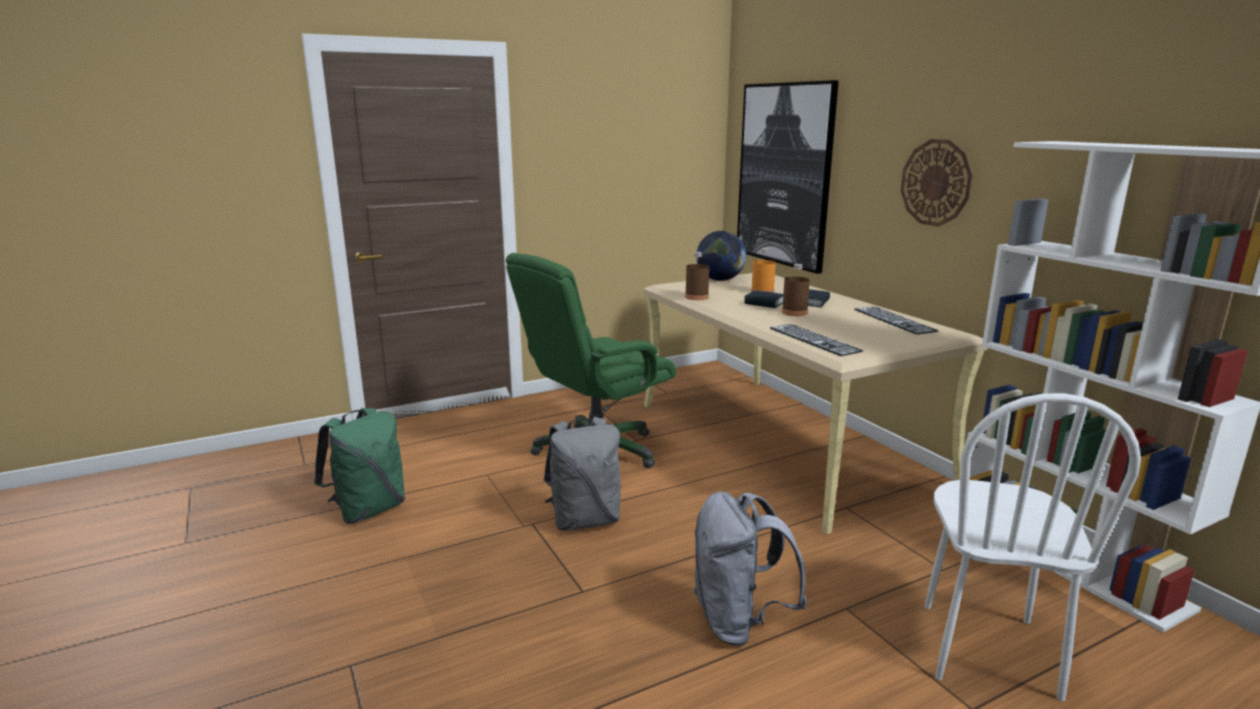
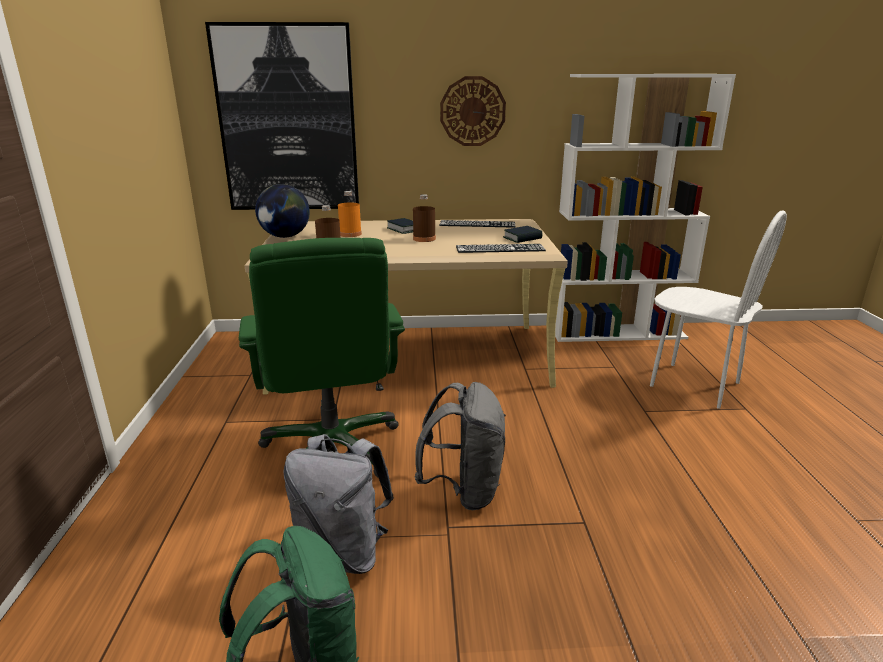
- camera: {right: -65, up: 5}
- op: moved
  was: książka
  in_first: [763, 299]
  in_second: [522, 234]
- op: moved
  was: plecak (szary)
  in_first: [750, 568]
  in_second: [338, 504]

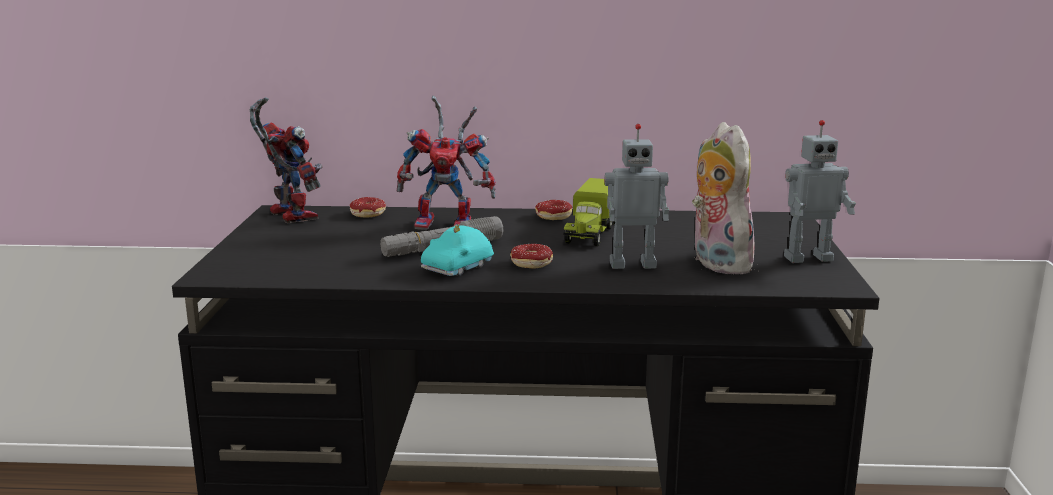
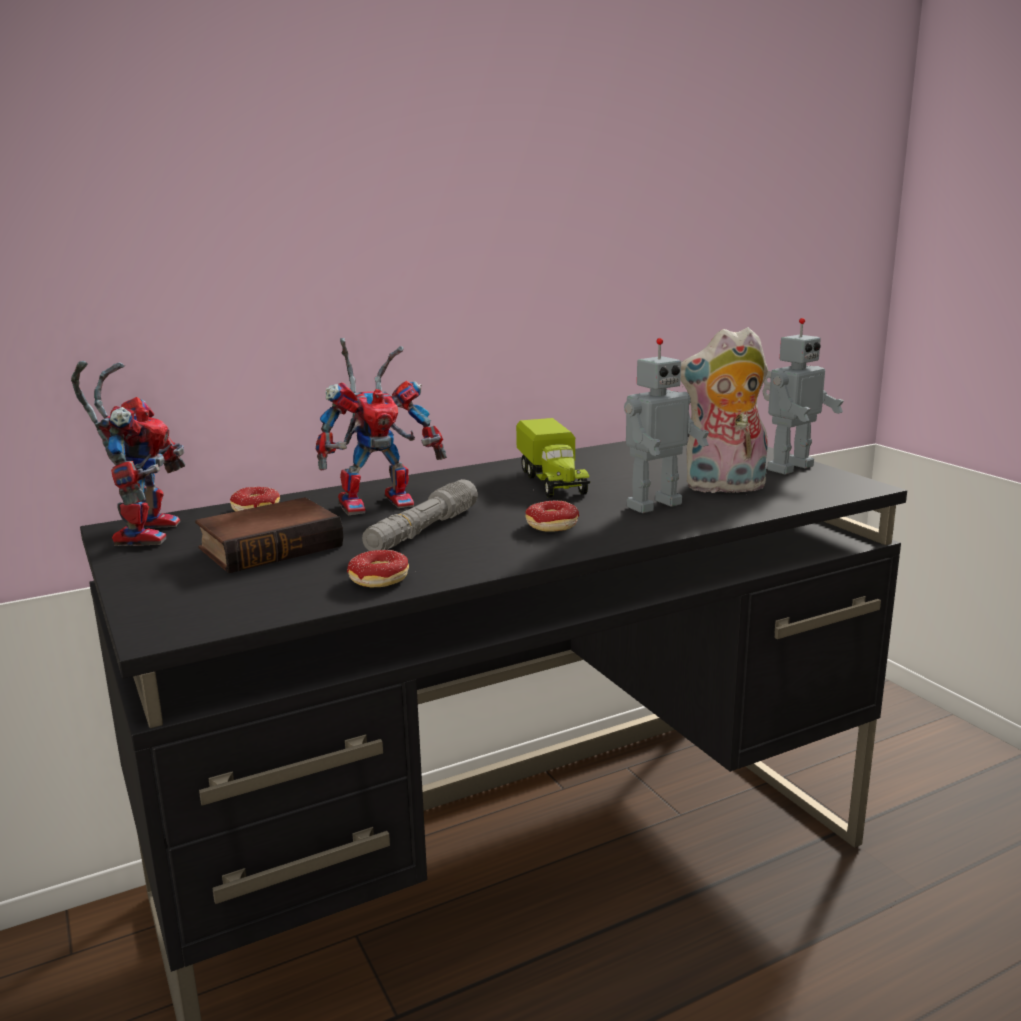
- camera: {right: -30, up: 0}
- op: turned
  was: robot zabawkowy
  in_first: [286, 160]
  in_second: [128, 453]
  clockwise: 60
- op: turned
  was: pluszak
  in_first: [723, 198]
  in_second: [724, 411]
  clockwise: -45
- op: moved
  was: donut
  in_first: [553, 210]
  in_second: [378, 568]
- op: removed
  was: samochodzik (turkusowy)
  in_first: [457, 250]
- op: added
  now: książka
  in_second: [269, 535]

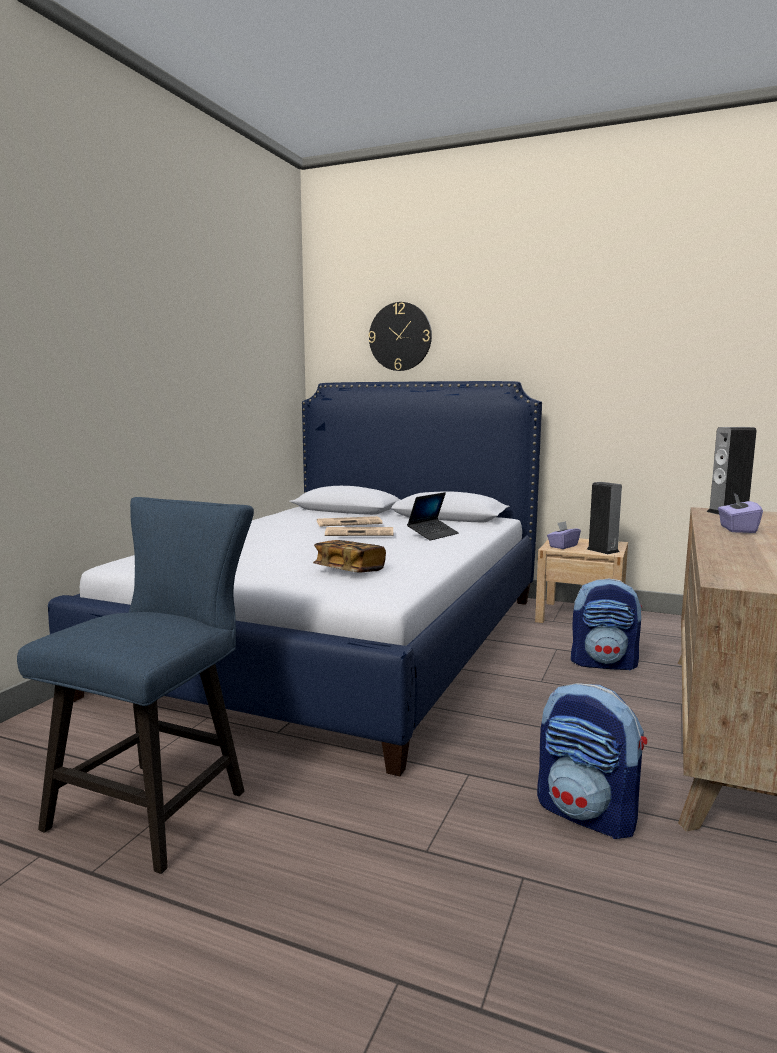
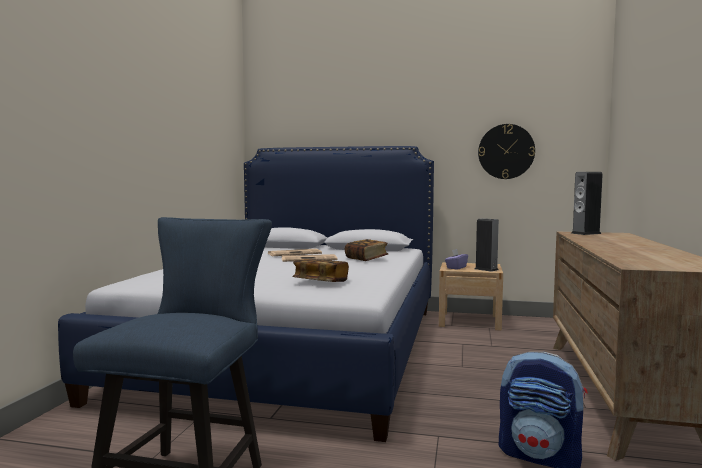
- camera: {right: -10, up: -5}
- op: moved
  was: zegar ścienny
  in_first: [400, 336]
  in_second: [506, 151]
- op: replaced
  was: laptop
  now: książka
  in_first: [433, 516]
  in_second: [366, 250]
- op: removed
  was: pudełko chusteczek (fioletowy)
  in_first: [740, 512]
- op: removed
  was: plecak
  in_first: [606, 625]

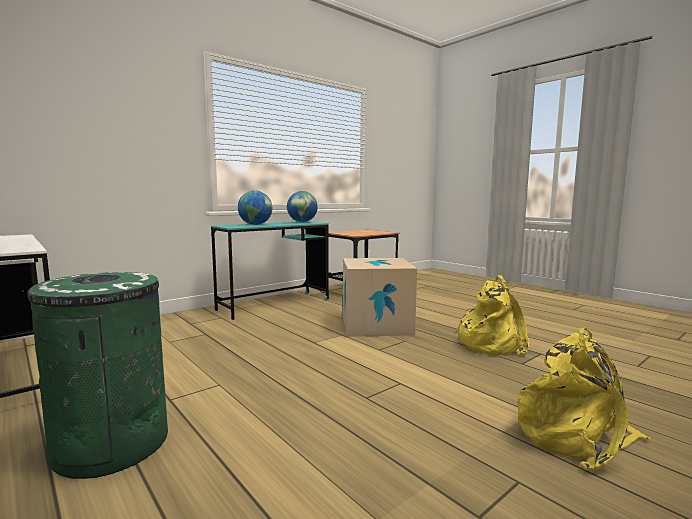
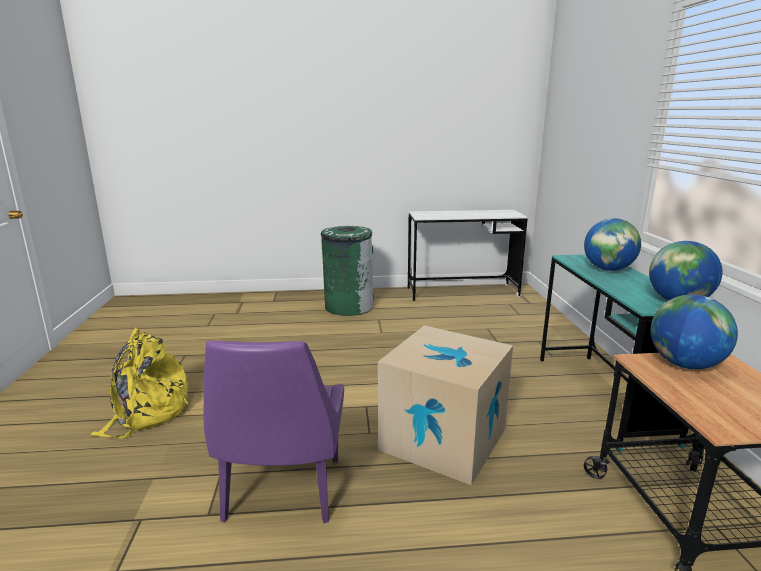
- camera: {right: 125, up: 10}
- op: replaced
  was: plecak (żółty)
  now: krzesło (fioletowy)
  in_first: [491, 315]
  in_second: [274, 432]
- op: added
  now: globus
  in_second: [694, 331]

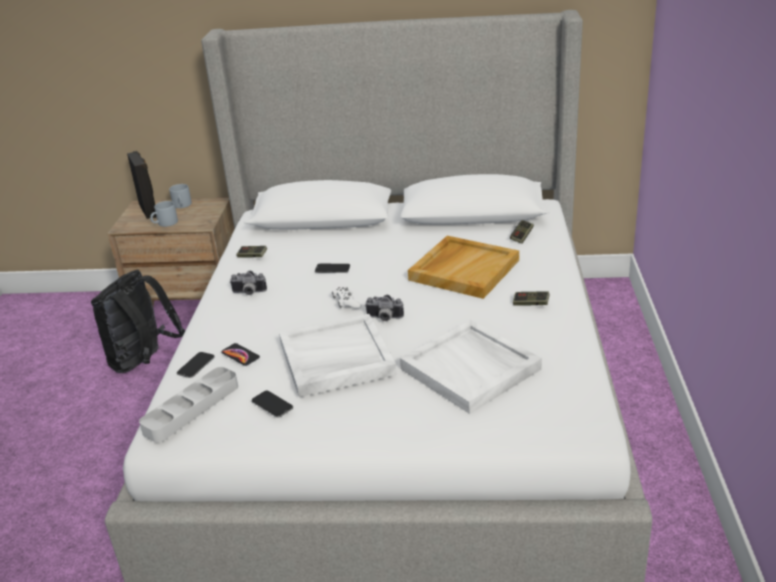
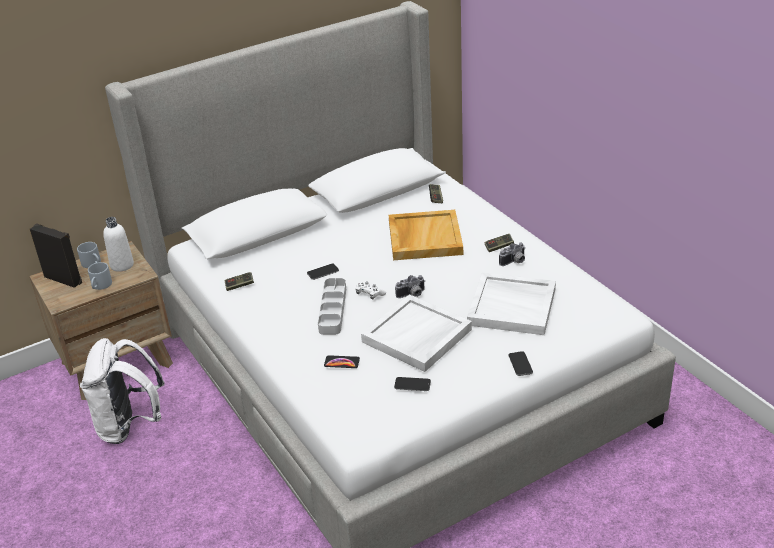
- camera: {right: -35, up: 5}
- op: recoloured
  was: plecak (czarny)
  now: plecak (biały)
  in_first: [138, 321]
  in_second: [122, 391]
- op: moved
  was: aparat fotograficzny
  in_first: [248, 283]
  in_second: [512, 254]
- op: moved
  was: telefon
  in_first: [195, 365]
  in_second: [521, 363]
- op: moved
  was: taca (szary)
  in_first: [188, 404]
  in_second: [332, 306]
- op: added
  now: butelka (biały)
  in_second: [118, 244]

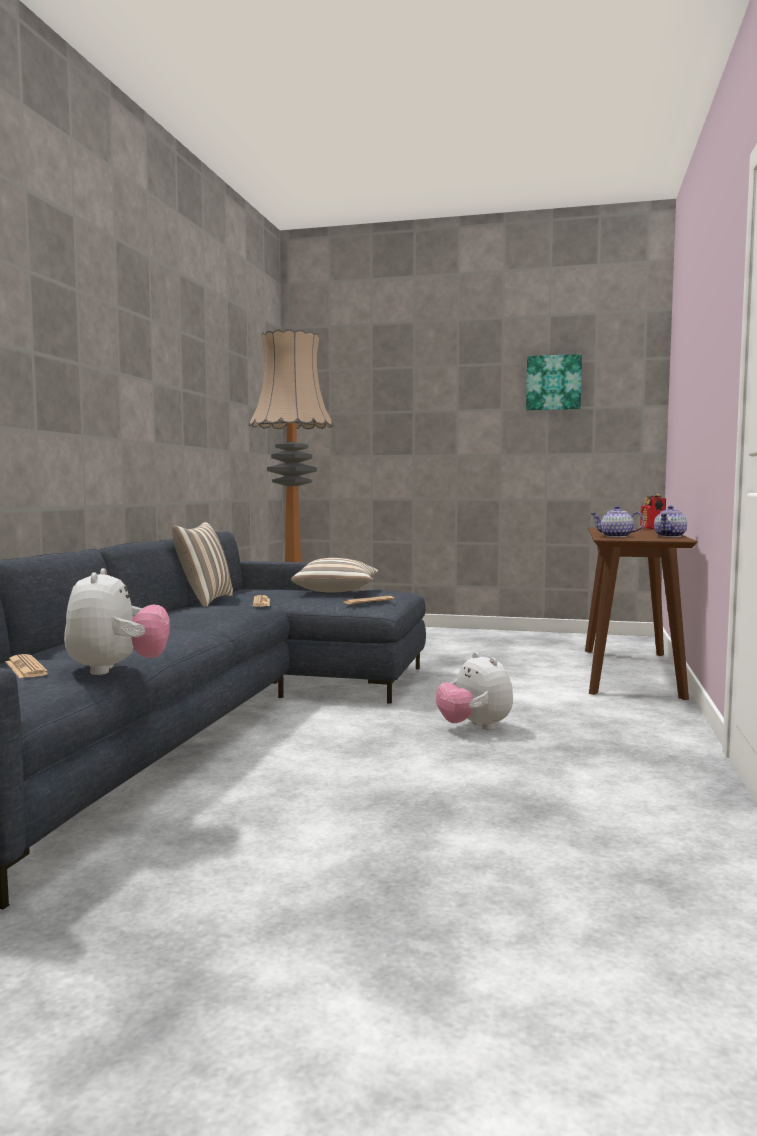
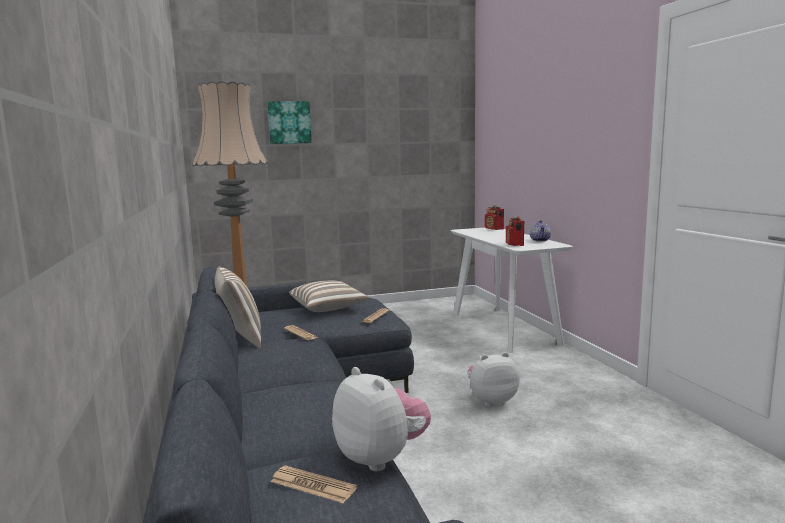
- camera: {right: -30, up: 5}
- op: moved
  was: obraz
  in_first: [554, 382]
  in_second: [289, 122]
- op: replaced
  was: imbryk
  now: radio
  in_first: [617, 521]
  in_second: [515, 231]
- op: recoloured
  was: stolik konsolowy (brązowy)
  now: stolik konsolowy (biały)
  in_first: [641, 613]
  in_second: [512, 290]
- op: turned
  was: pluszak
  in_first: [474, 691]
  in_second: [493, 379]
  clockwise: 135

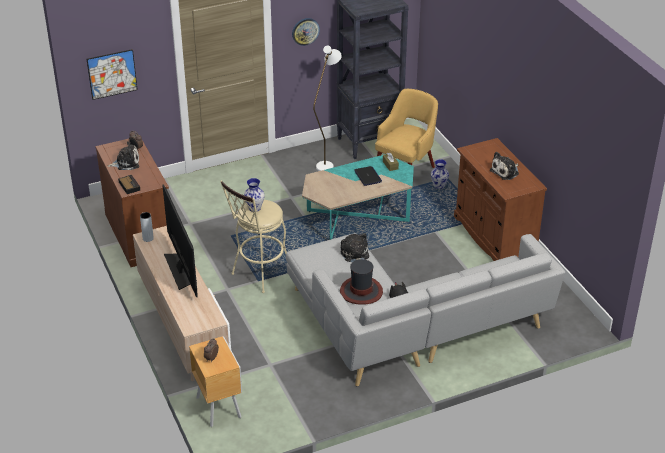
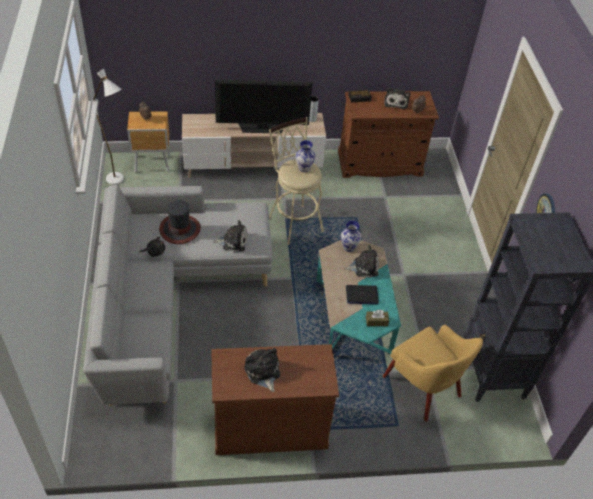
- camera: {right: 105, up: 10}
- op: moved
  was: lampa stojąca (biały)
  in_first: [327, 108]
  in_second: [108, 127]
- op: removed
  was: obraz
  in_first: [112, 74]
- op: moved
  was: wazon
  in_first: [440, 174]
  in_second: [351, 236]
- op: added
  now: pluszak
  in_second: [362, 261]

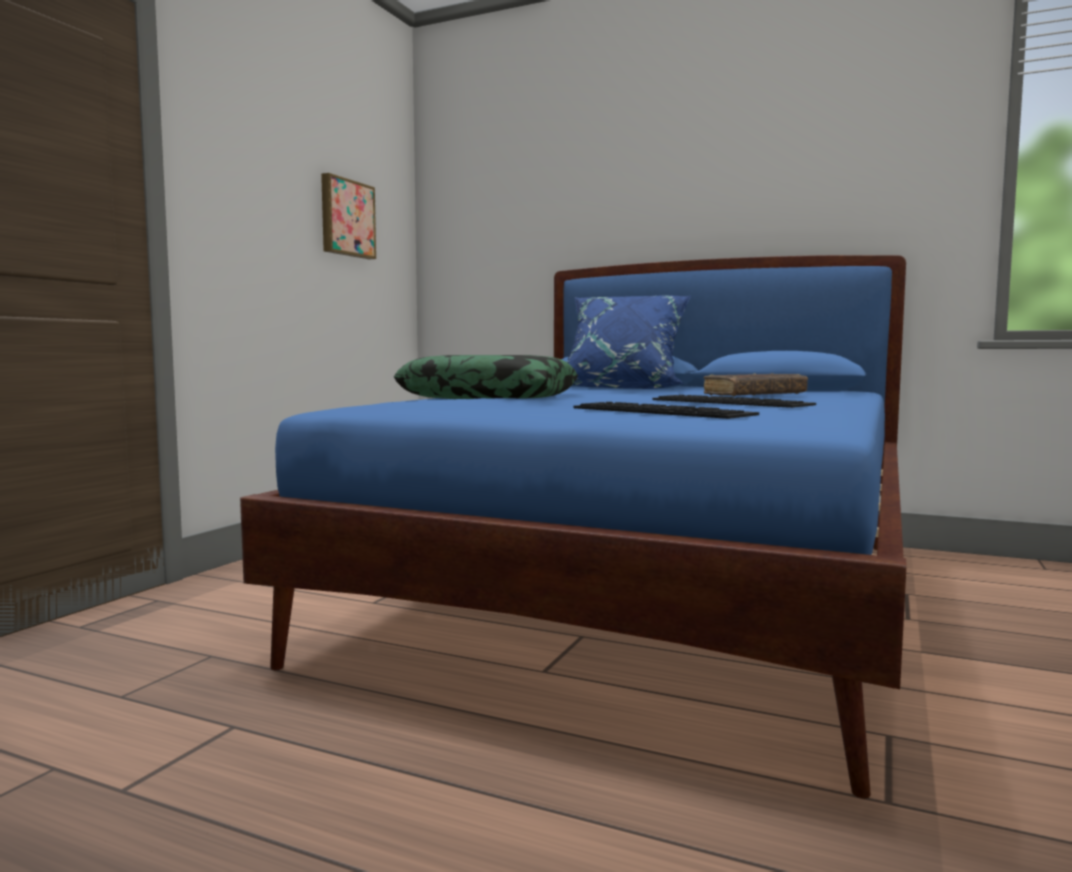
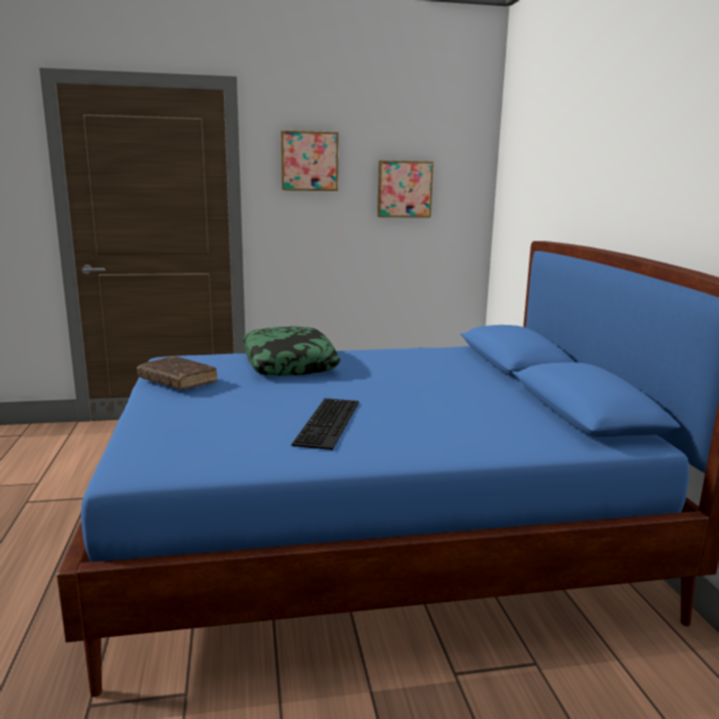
- camera: {right: 55, up: 10}
- op: removed
  was: poduszka (niebieski)
  in_first: [629, 342]
- op: moved
  was: książka (brązowy)
  in_first: [756, 384]
  in_second: [177, 373]
- op: removed
  was: klawiatura
  in_first: [666, 410]
- op: added
  now: obraz
  in_second: [309, 160]

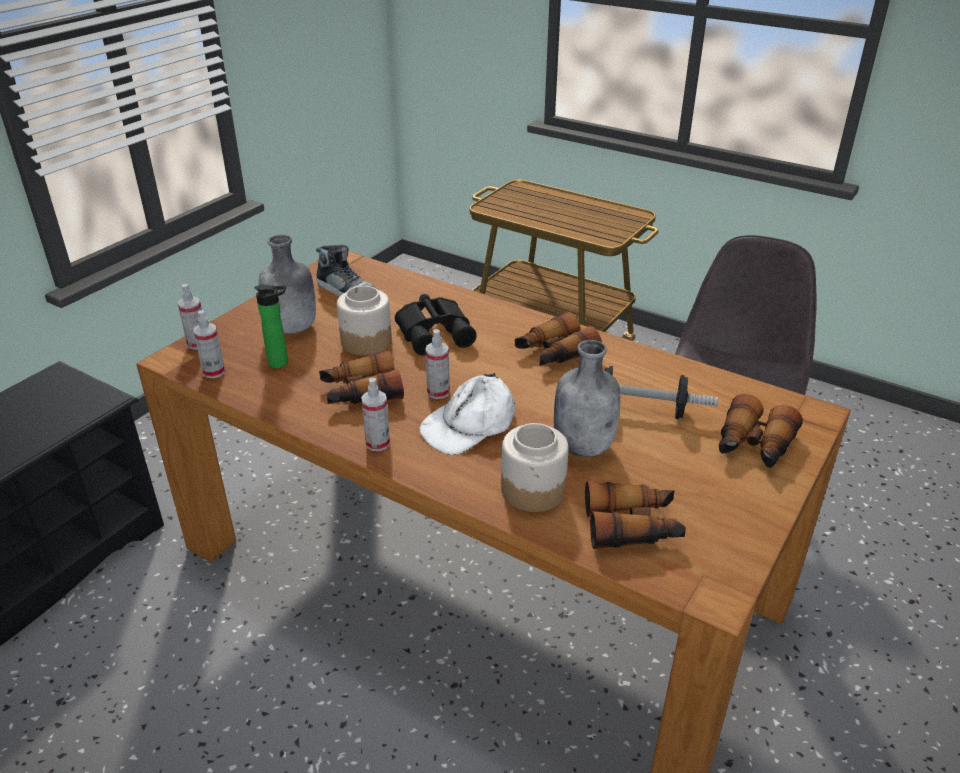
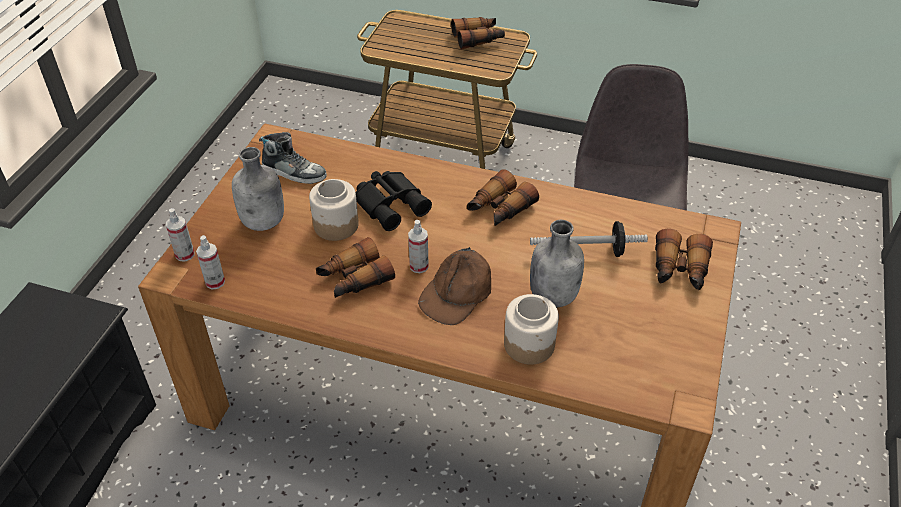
- camera: {right: -15, up: 10}
- op: removed
  was: butelka
  in_first: [271, 326]
- op: recoloured
  was: czapka z daszkiem (biały)
  now: czapka z daszkiem (brązowy)
  in_first: [467, 414]
  in_second: [454, 286]
- op: removed
  was: spryskiwacz
  in_first: [375, 414]
- op: moved
  was: lornetka
  in_first: [635, 515]
  in_second: [478, 33]

